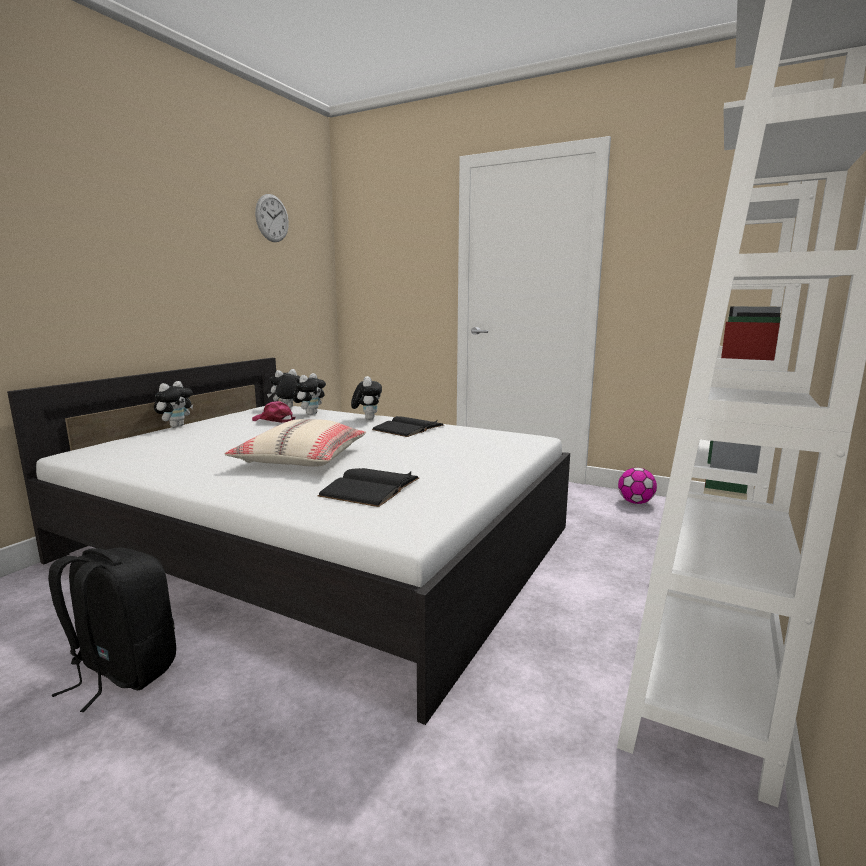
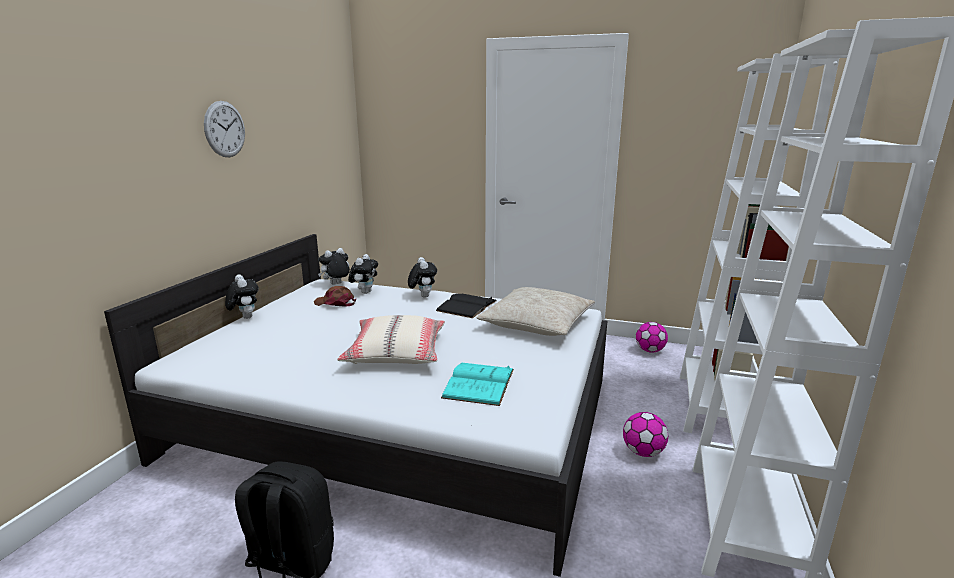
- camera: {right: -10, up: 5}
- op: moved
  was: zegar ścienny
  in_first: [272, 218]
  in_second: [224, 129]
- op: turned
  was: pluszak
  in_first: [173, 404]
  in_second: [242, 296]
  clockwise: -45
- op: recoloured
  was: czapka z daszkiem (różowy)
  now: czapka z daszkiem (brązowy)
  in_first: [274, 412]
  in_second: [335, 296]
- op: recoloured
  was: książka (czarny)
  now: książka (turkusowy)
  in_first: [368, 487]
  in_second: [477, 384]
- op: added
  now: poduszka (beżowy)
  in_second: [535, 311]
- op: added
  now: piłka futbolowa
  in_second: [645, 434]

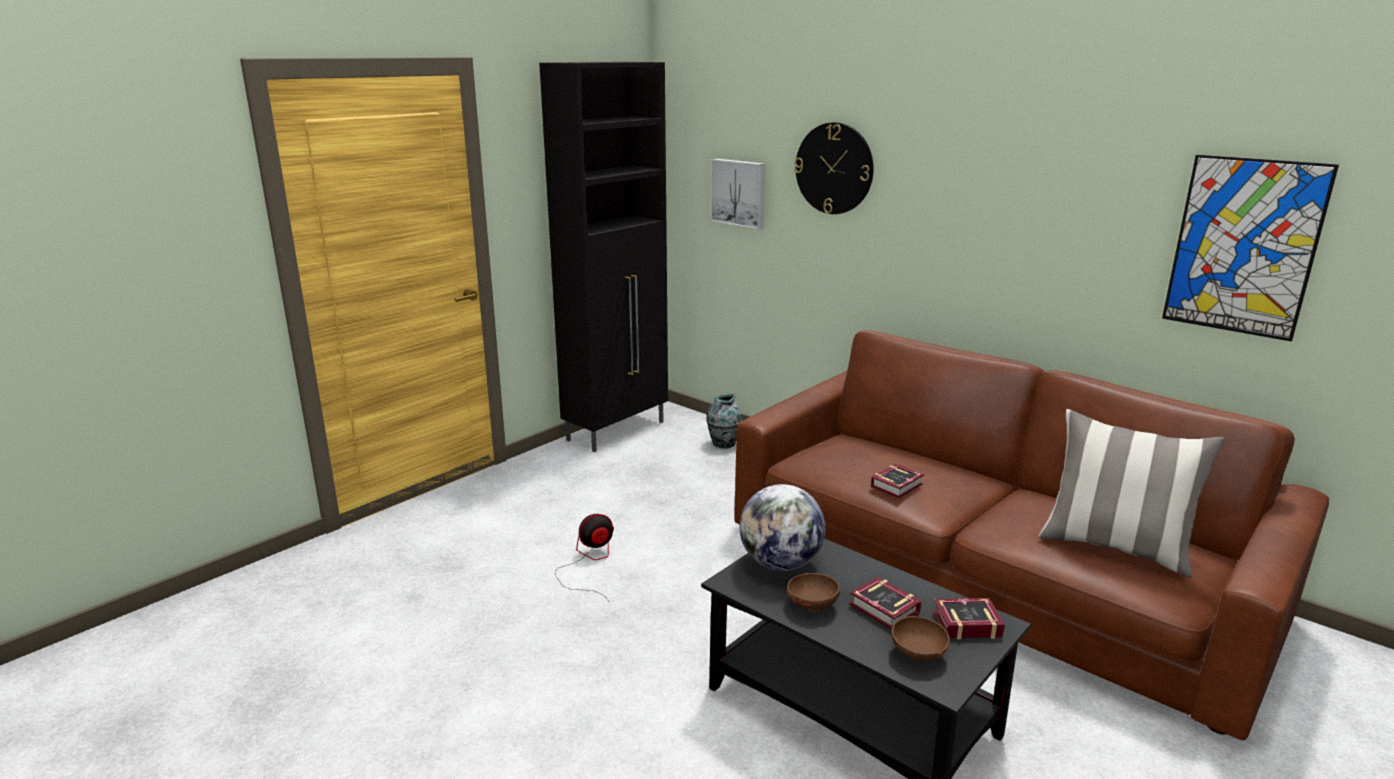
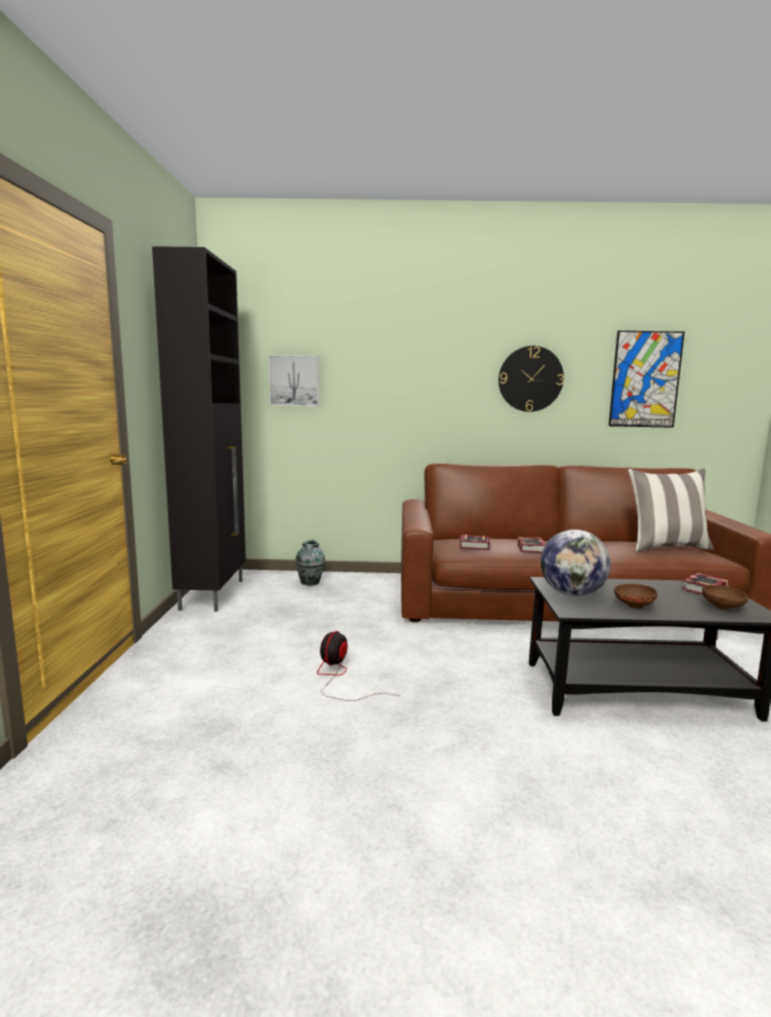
- camera: {right: -40, up: -10}
- op: moved
  was: zegar ścienny
  in_first: [834, 168]
  in_second: [531, 379]
- op: moved
  was: książka
  in_first: [885, 603]
  in_second: [474, 542]

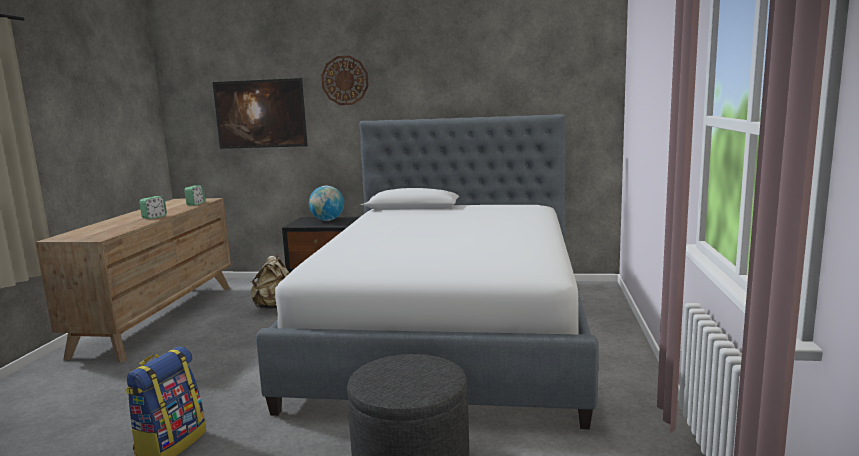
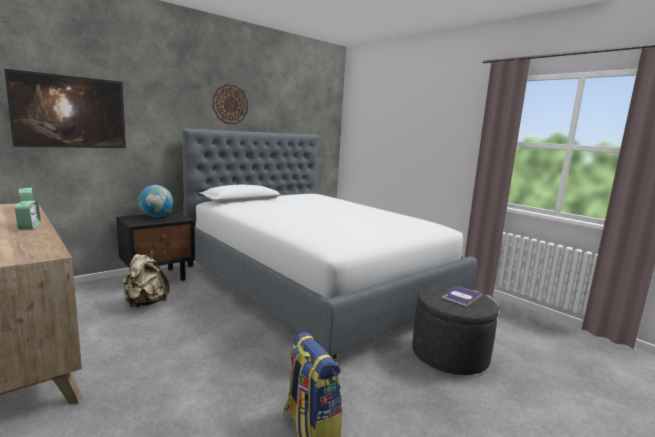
- camera: {right: -50, up: 0}
- op: moved
  was: zegar ścienny
  in_first: [345, 80]
  in_second: [230, 104]
- op: added
  now: książka
  in_second: [462, 297]

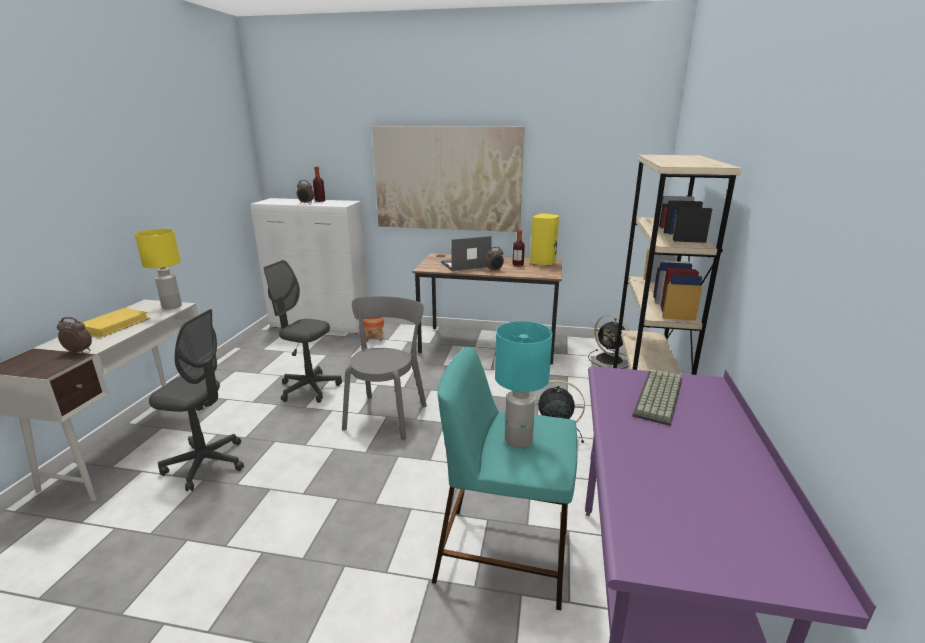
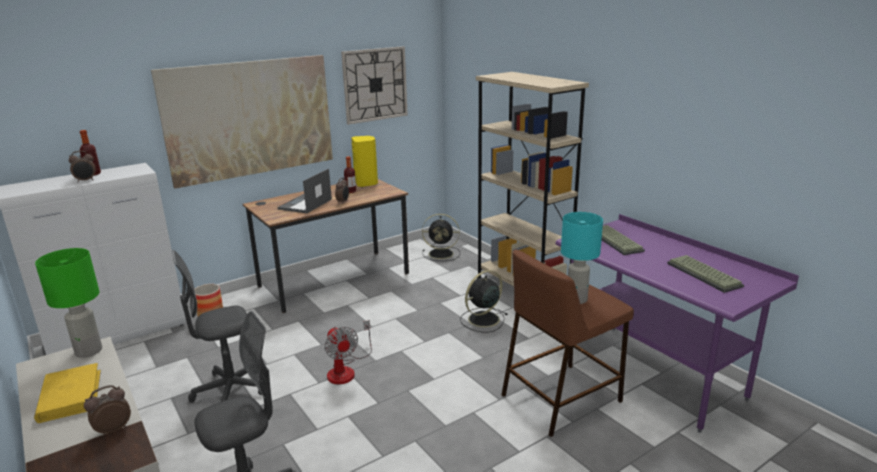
- camera: {right: -45, up: 0}
- op: recoloured
  was: lampa stołowa (żółty)
  now: lampa stołowa (zielony)
  in_first: [158, 269]
  in_second: [68, 303]
- op: replaced
  was: krzesło (szary)
  now: wentylator
  in_first: [384, 368]
  in_second: [348, 352]
- op: recoloured
  was: stołek (turkusowy)
  now: stołek (brązowy)
  in_first: [504, 479]
  in_second: [568, 343]
- op: added
  now: zegar ścienny
  in_second: [374, 85]
- op: added
  now: klawiatura
  in_second: [705, 274]

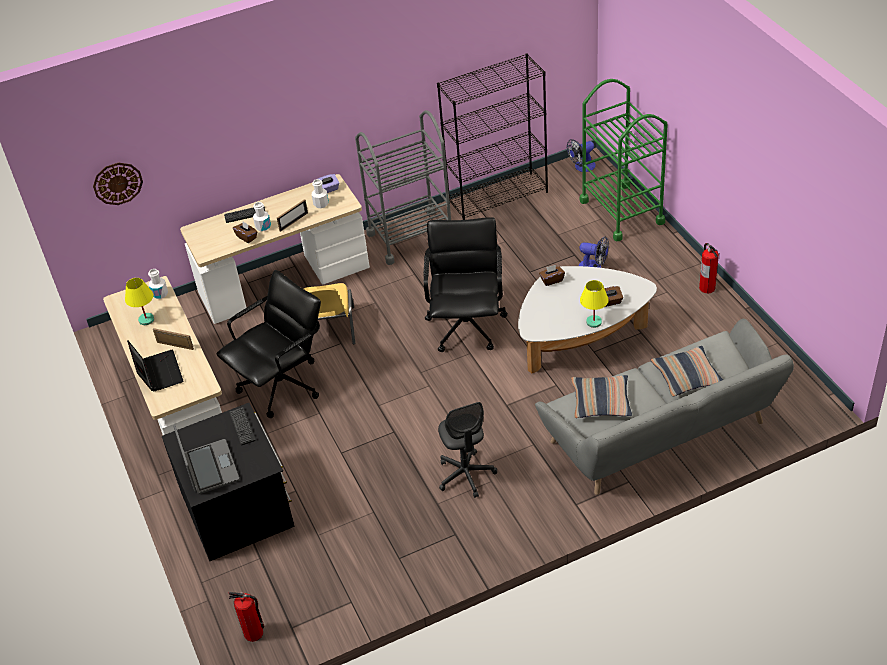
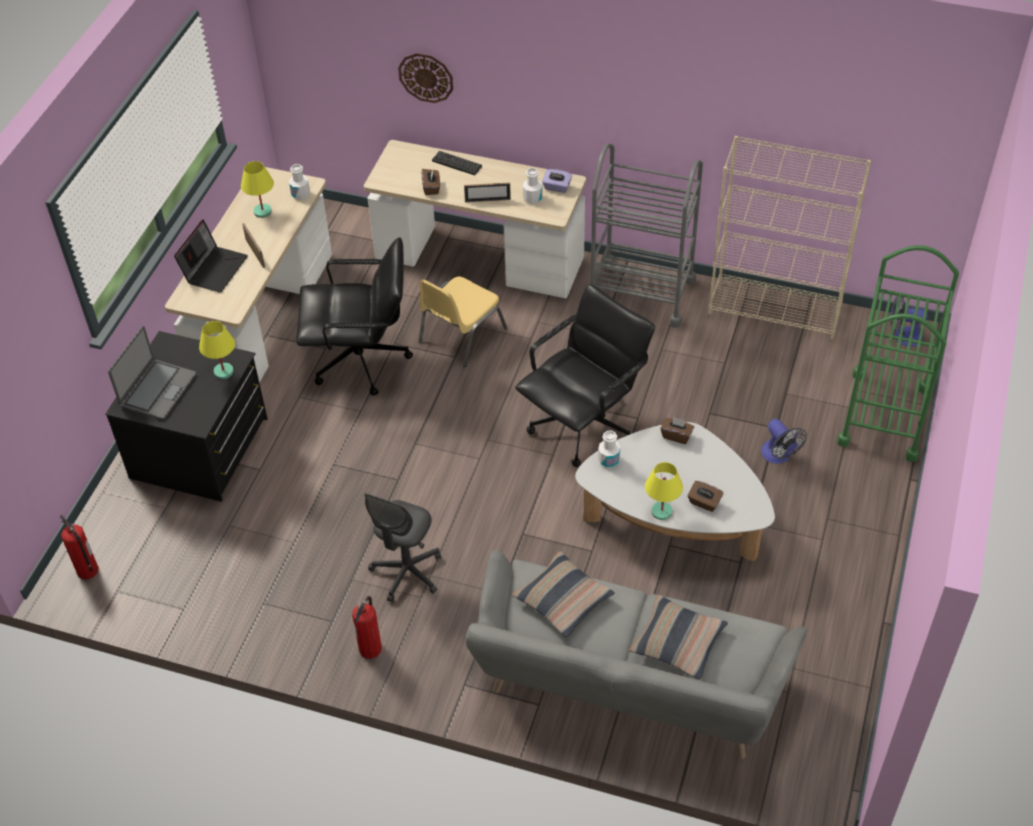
- camera: {right: 40, up: 5}
- op: recoloured
  was: regał (czarny)
  now: regał (beżowy)
  in_first: [492, 136]
  in_second: [789, 238]
- op: moved
  was: zegar ścienny
  in_first: [118, 184]
  in_second: [425, 78]
- op: moved
  was: butelka (biały)
  in_first: [262, 217]
  in_second: [609, 448]
- op: moved
  was: gaśnica
  in_first: [709, 268]
  in_second: [367, 627]
- op: replaced
  was: klawiatura
  now: lampa stołowa (żółty)
  in_first: [242, 426]
  in_second: [217, 350]

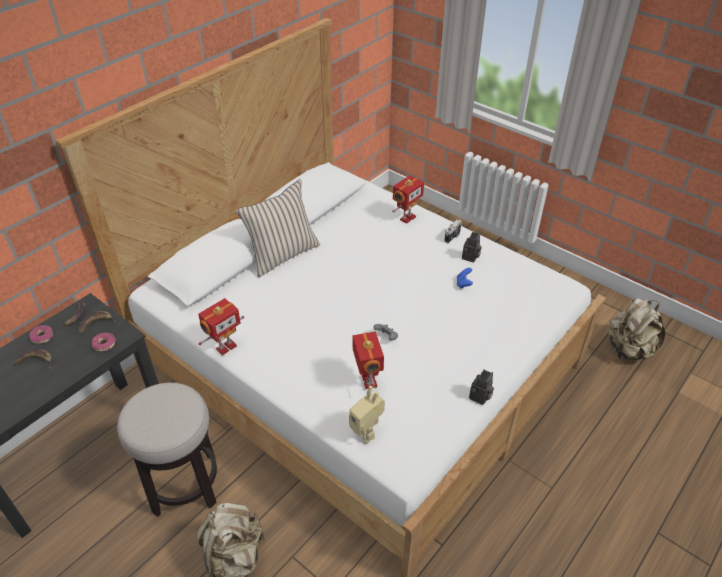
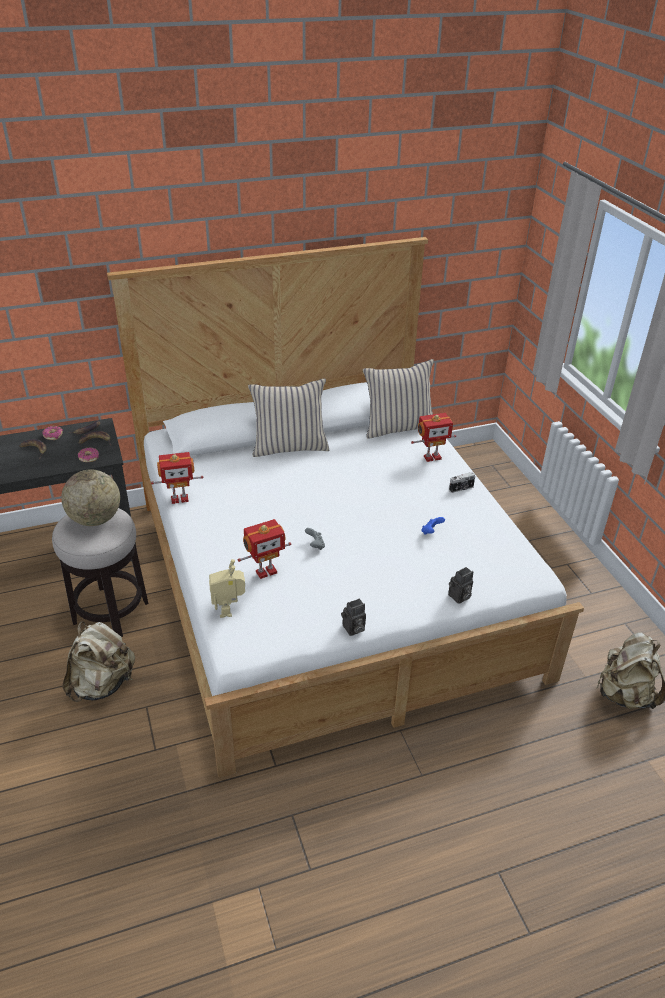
- camera: {right: 30, up: -5}
- op: moved
  was: aparat fotograficzny
  in_first: [472, 247]
  in_second: [460, 585]
- op: turned
  was: robot zabawkowy
  in_first: [368, 360]
  in_second: [264, 549]
  clockwise: 45
- op: added
  now: poduszka (beżowy)
  in_second: [398, 399]
- op: added
  now: globus
  in_second: [90, 497]

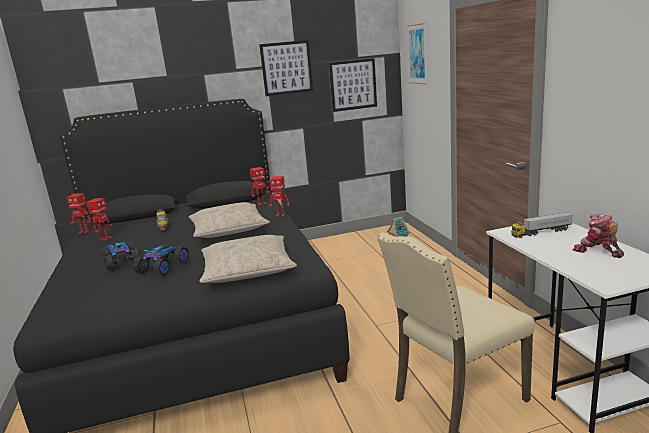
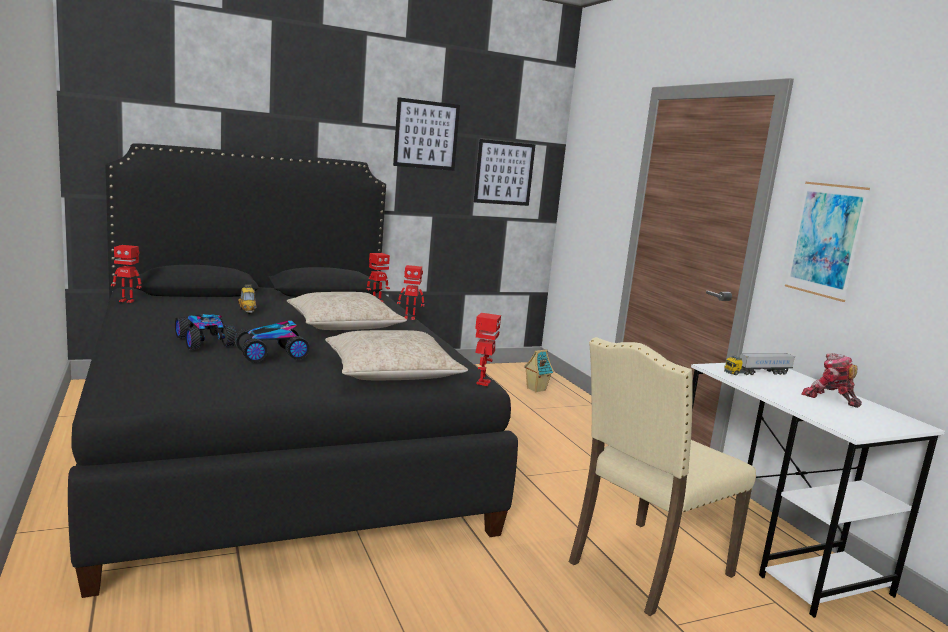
- camera: {right: -10, up: -5}
- op: moved
  was: obraz
  in_first: [417, 53]
  in_second: [827, 242]
- op: moved
  was: robot zabawkowy
  in_first: [99, 219]
  in_second: [488, 349]
- op: turned
  was: samochodzik
  in_first: [161, 260]
  in_second: [272, 341]
  clockwise: -135

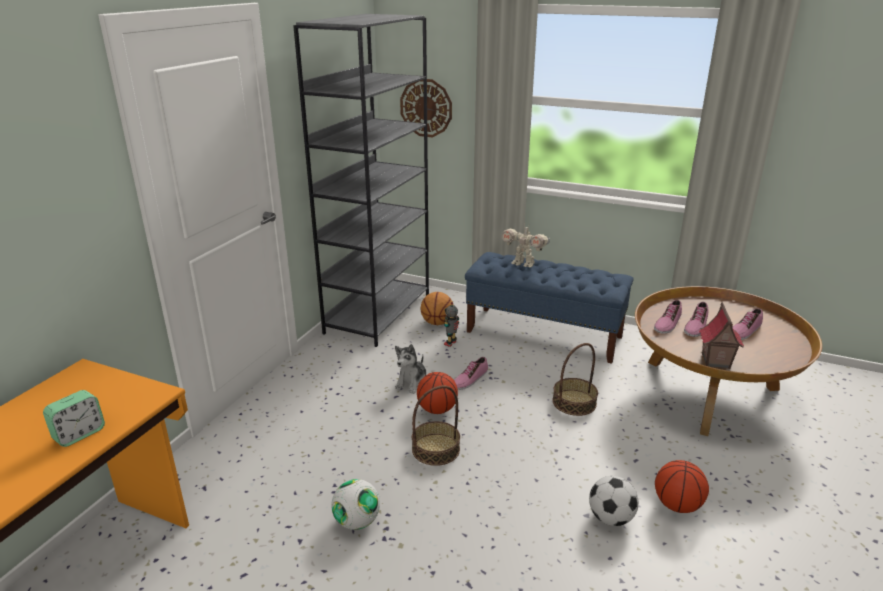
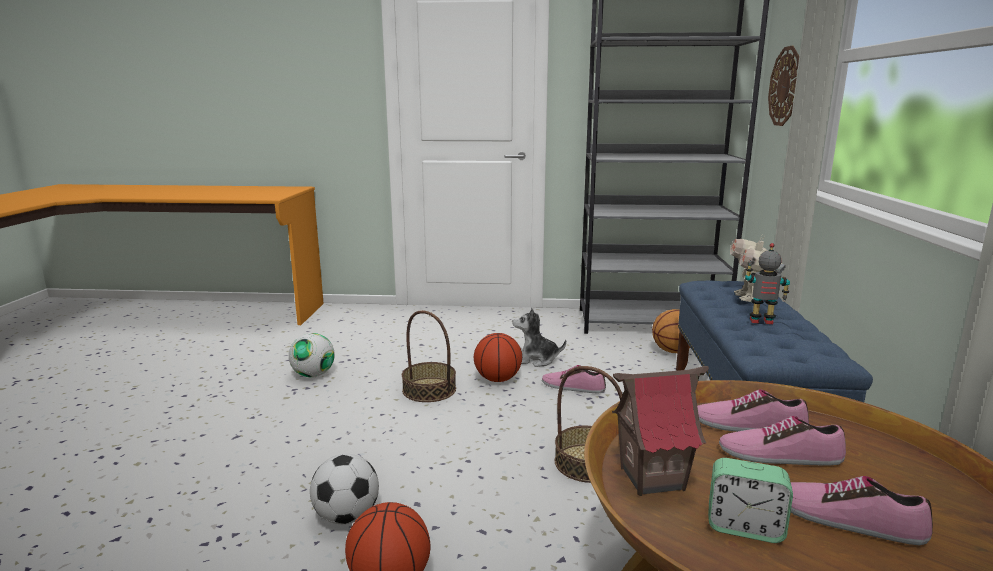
- camera: {right: 70, up: -10}
- op: moved
  was: robot zabawkowy
  in_first: [451, 324]
  in_second: [767, 283]
- op: moved
  was: budzik
  in_first: [74, 418]
  in_second: [750, 500]

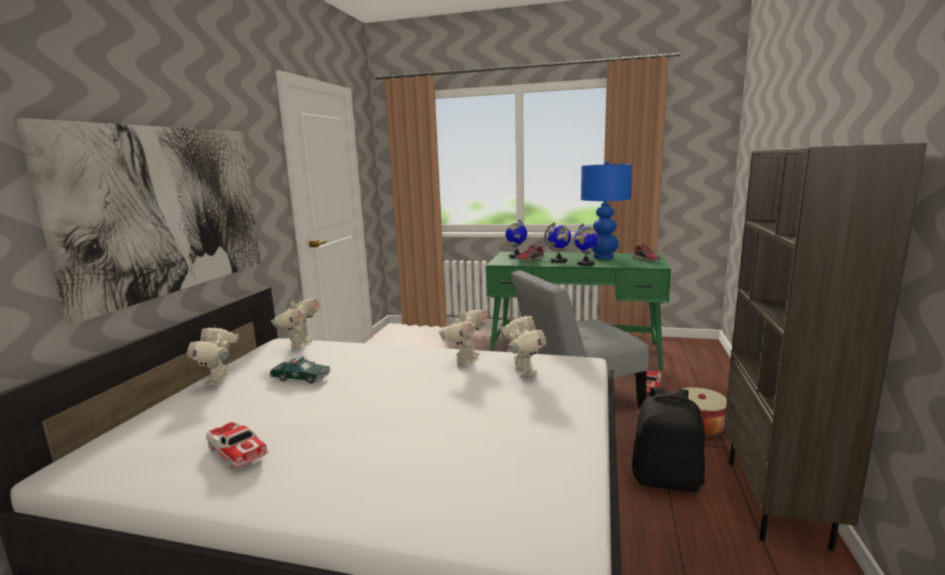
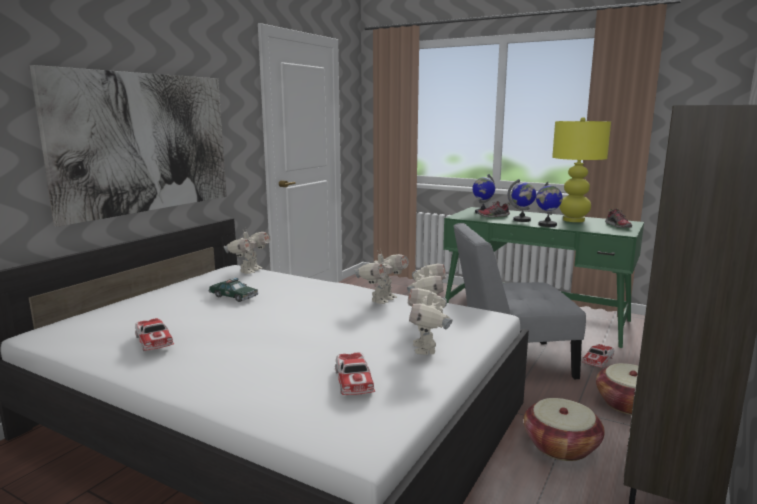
- camera: {right: 15, up: 0}
- op: recoloured
  was: lampa stołowa (niebieski)
  now: lampa stołowa (żółty)
  in_first: [606, 210]
  in_second: [581, 169]
- op: moved
  was: robot zabawkowy
  in_first: [213, 355]
  in_second: [430, 320]
- op: replaced
  was: plecak (czarny)
  now: koszyk
  in_first: [668, 440]
  in_second: [564, 429]
- op: added
  now: samochodzik
  in_second: [355, 373]

